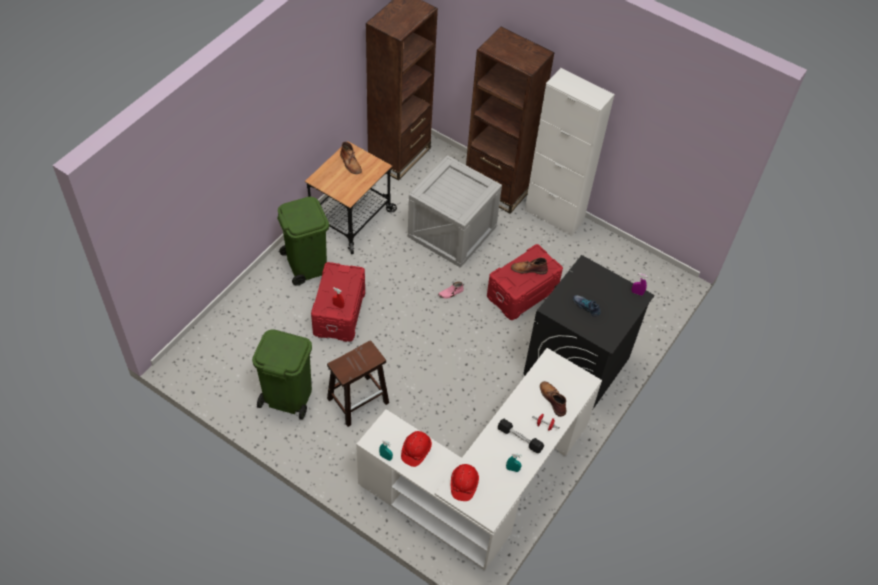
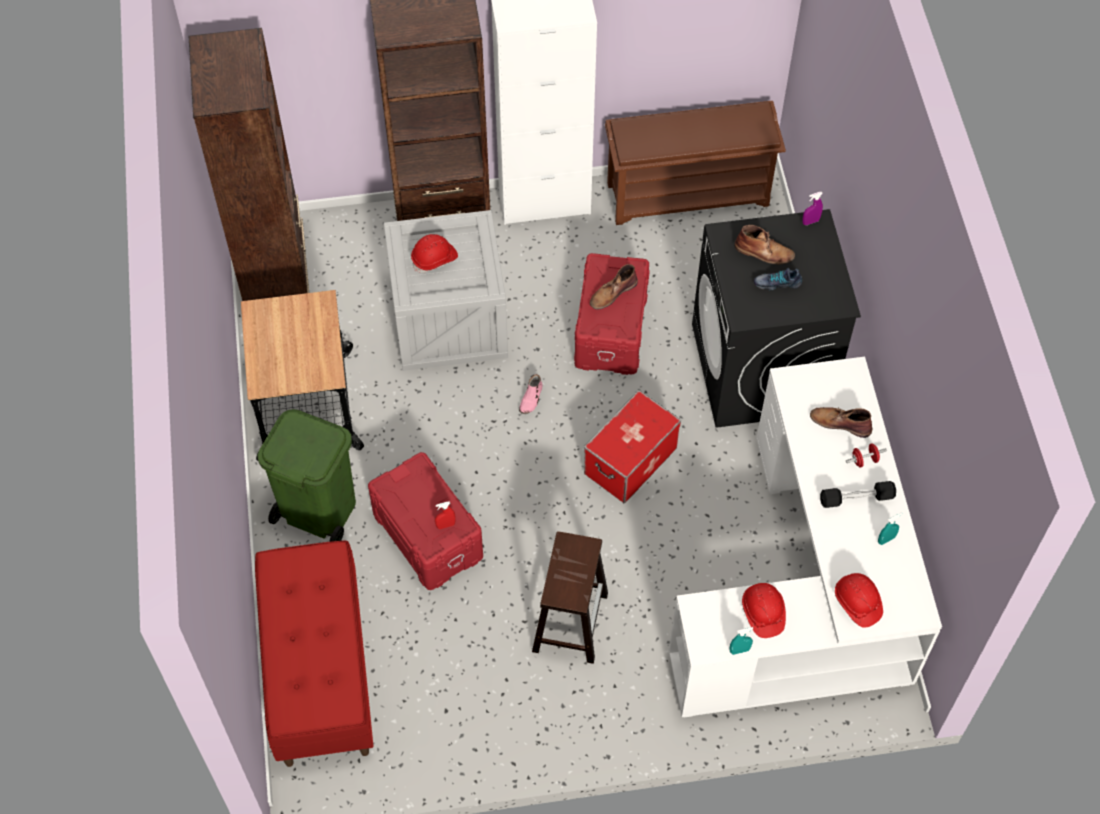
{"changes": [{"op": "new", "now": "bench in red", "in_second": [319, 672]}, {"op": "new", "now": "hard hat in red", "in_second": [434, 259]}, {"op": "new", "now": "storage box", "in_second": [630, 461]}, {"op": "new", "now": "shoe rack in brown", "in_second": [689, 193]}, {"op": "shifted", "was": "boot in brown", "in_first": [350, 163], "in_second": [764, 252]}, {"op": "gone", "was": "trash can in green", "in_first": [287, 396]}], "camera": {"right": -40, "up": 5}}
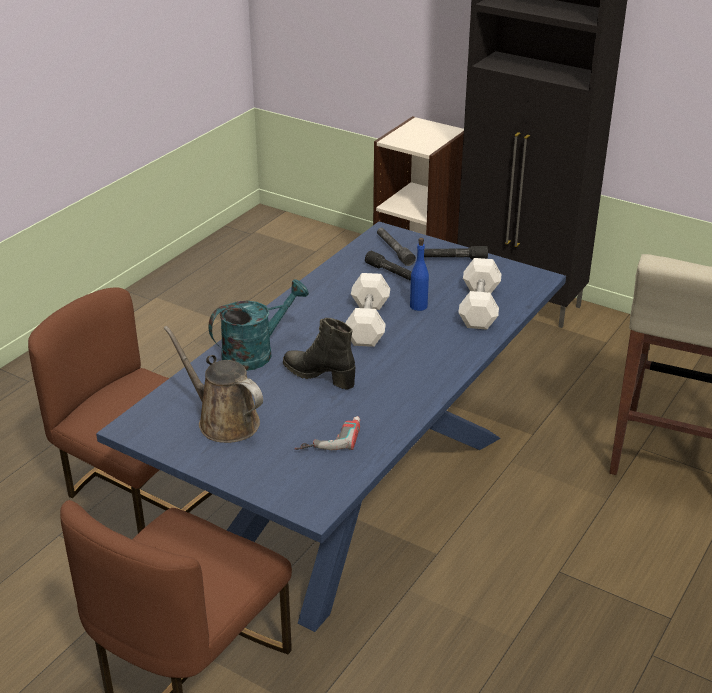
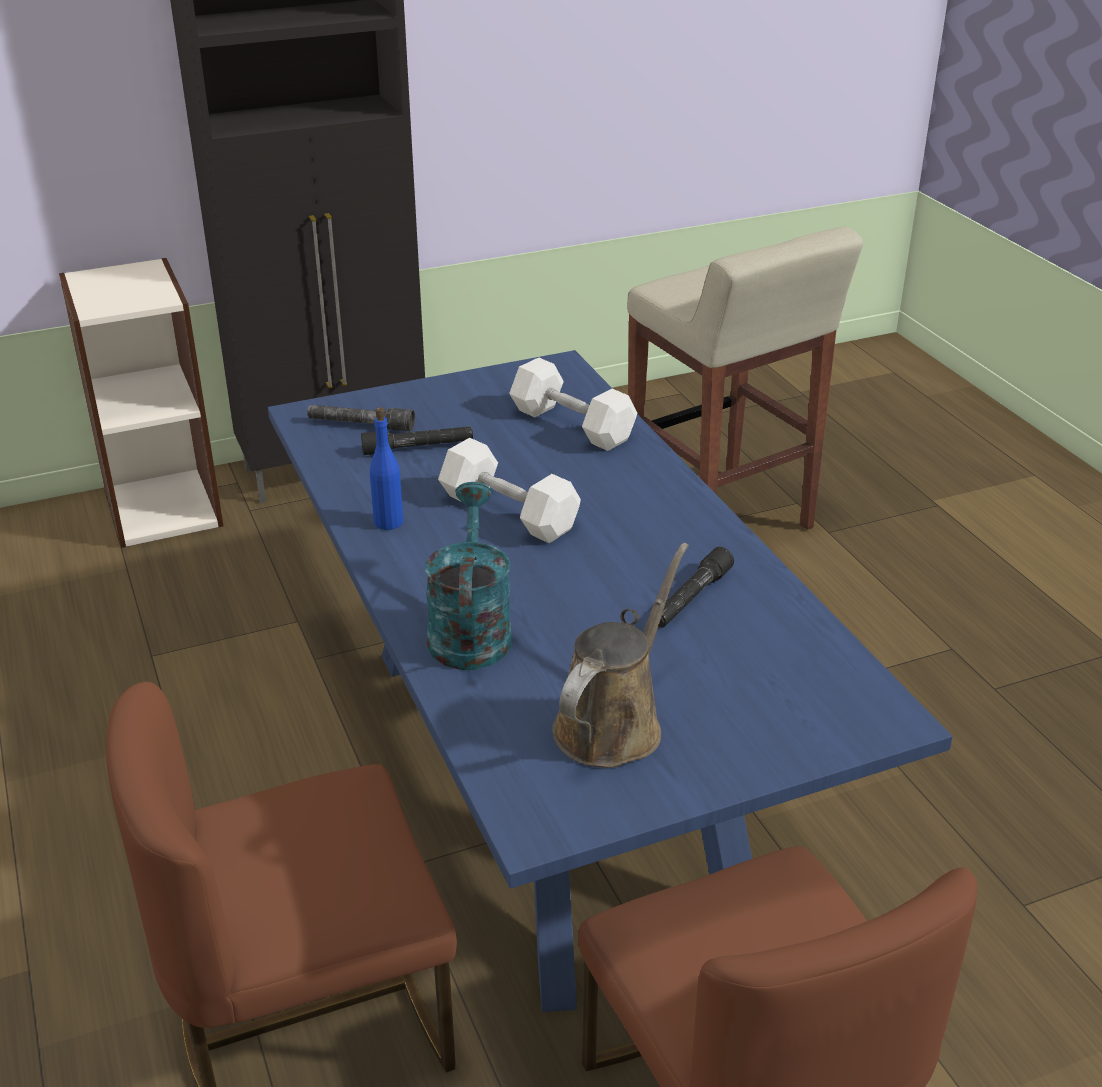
{"changes": [{"op": "shifted", "was": "bottle in blue", "in_first": [418, 306], "in_second": [388, 522]}, {"op": "rotated", "was": "watering can in brown", "in_first": [224, 421], "in_second": [613, 723], "clockwise": 135}, {"op": "shifted", "was": "flashlight in black", "in_first": [453, 258], "in_second": [690, 599]}, {"op": "gone", "was": "boot in black", "in_first": [319, 375]}, {"op": "gone", "was": "power drill", "in_first": [329, 437]}], "camera": {"right": -55, "up": 0}}
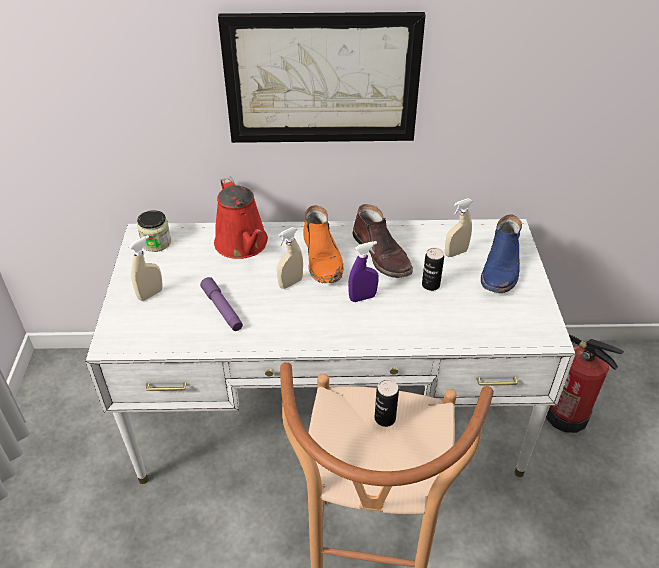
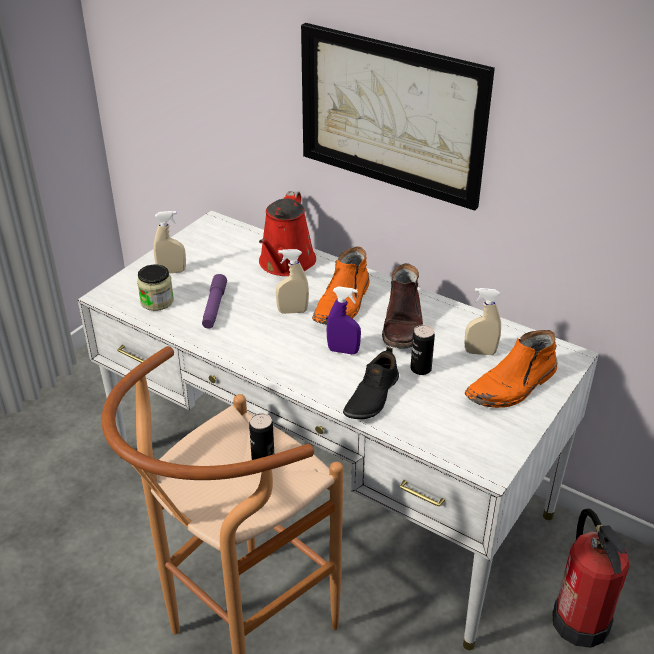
{"changes": [{"op": "shifted", "was": "jar", "in_first": [156, 243], "in_second": [157, 301]}, {"op": "new", "now": "shoe in black", "in_second": [371, 396]}, {"op": "repainted", "was": "boot in blue", "now": "boot in orange", "in_first": [501, 269], "in_second": [512, 386]}], "camera": {"right": 35, "up": -5}}
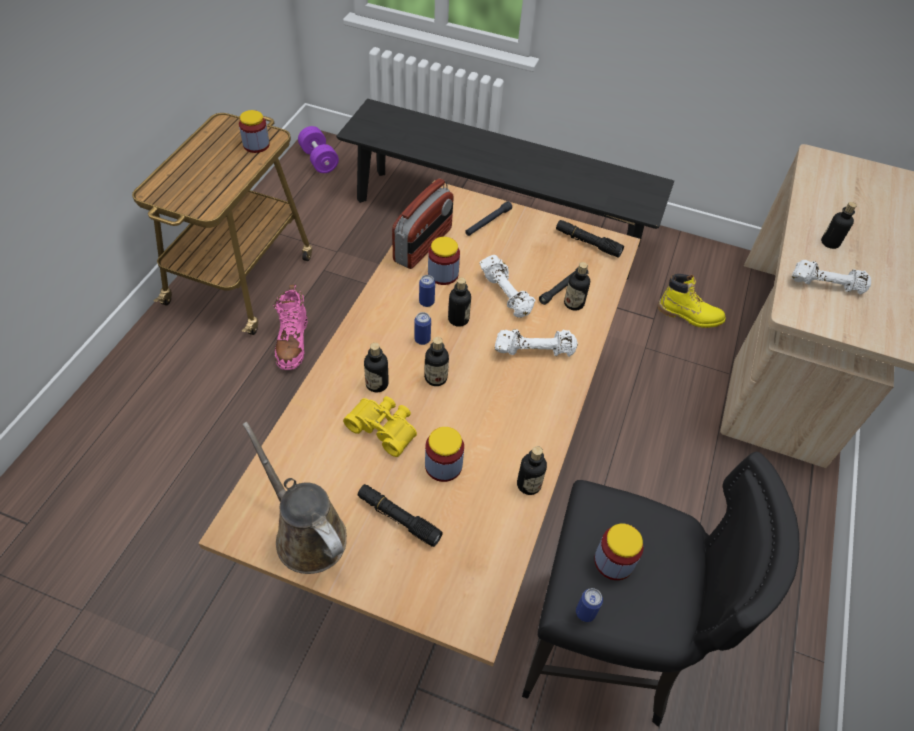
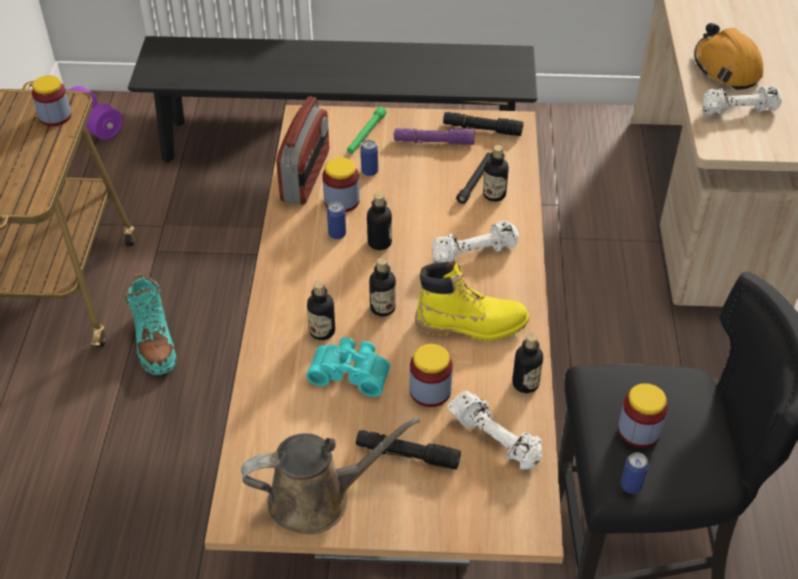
{"changes": [{"op": "repainted", "was": "boot in pink", "now": "boot in turquoise", "in_first": [292, 342], "in_second": [154, 343]}, {"op": "rotated", "was": "watering can in brown", "in_first": [306, 534], "in_second": [317, 498], "clockwise": 135}, {"op": "repainted", "was": "binoculars in yellow", "now": "binoculars in turquoise", "in_first": [384, 428], "in_second": [351, 372]}, {"op": "repainted", "was": "flashlight in black", "now": "flashlight in green", "in_first": [488, 222], "in_second": [366, 135]}, {"op": "shifted", "was": "can", "in_first": [422, 339], "in_second": [369, 171]}, {"op": "new", "now": "flashlight in purple", "in_second": [433, 142]}, {"op": "shifted", "was": "boot in yellow", "in_first": [689, 315], "in_second": [471, 324]}, {"op": "shifted", "was": "dumbbell in white", "in_first": [506, 294], "in_second": [495, 439]}, {"op": "swapped", "was": "bottle", "now": "hard hat in orange", "in_first": [830, 243], "in_second": [726, 67]}], "camera": {"right": -15, "up": -5}}
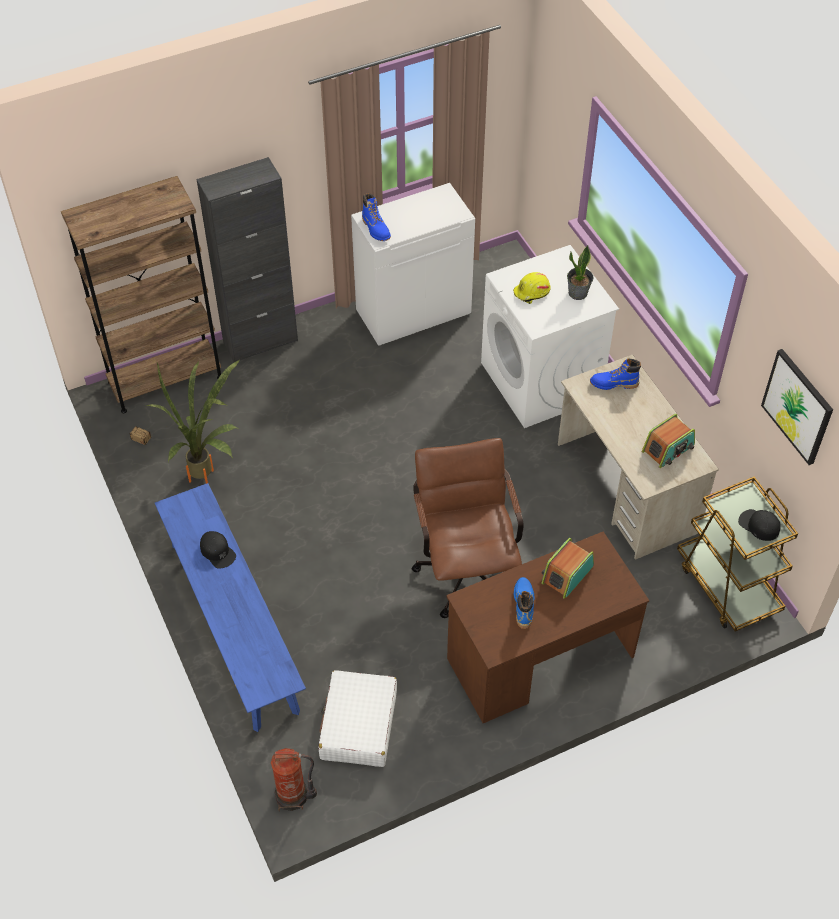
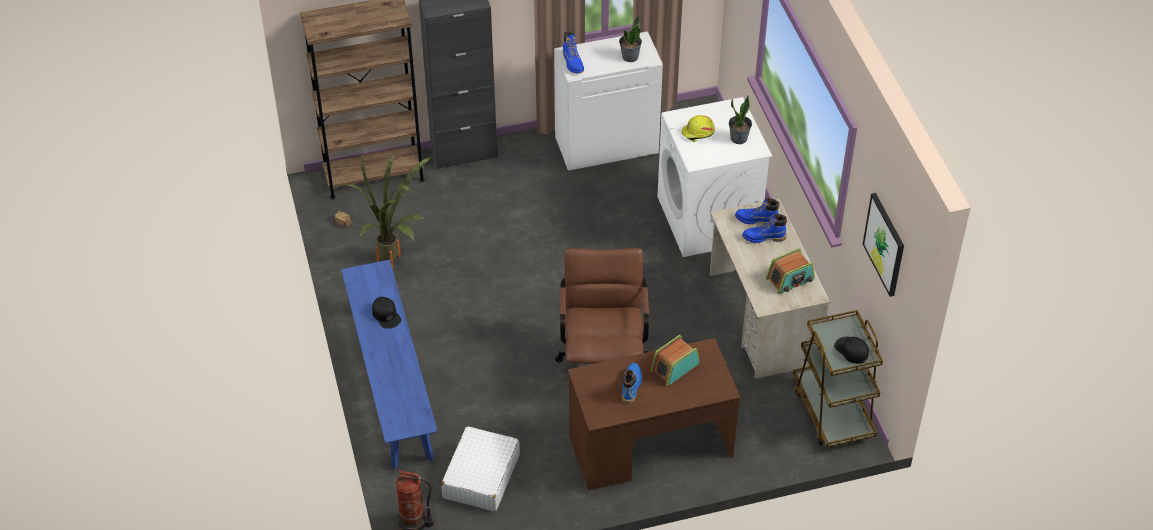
{"changes": [{"op": "new", "now": "potted plant", "in_second": [629, 57]}, {"op": "new", "now": "boot in blue", "in_second": [764, 237]}], "camera": {"right": 10, "up": -5}}
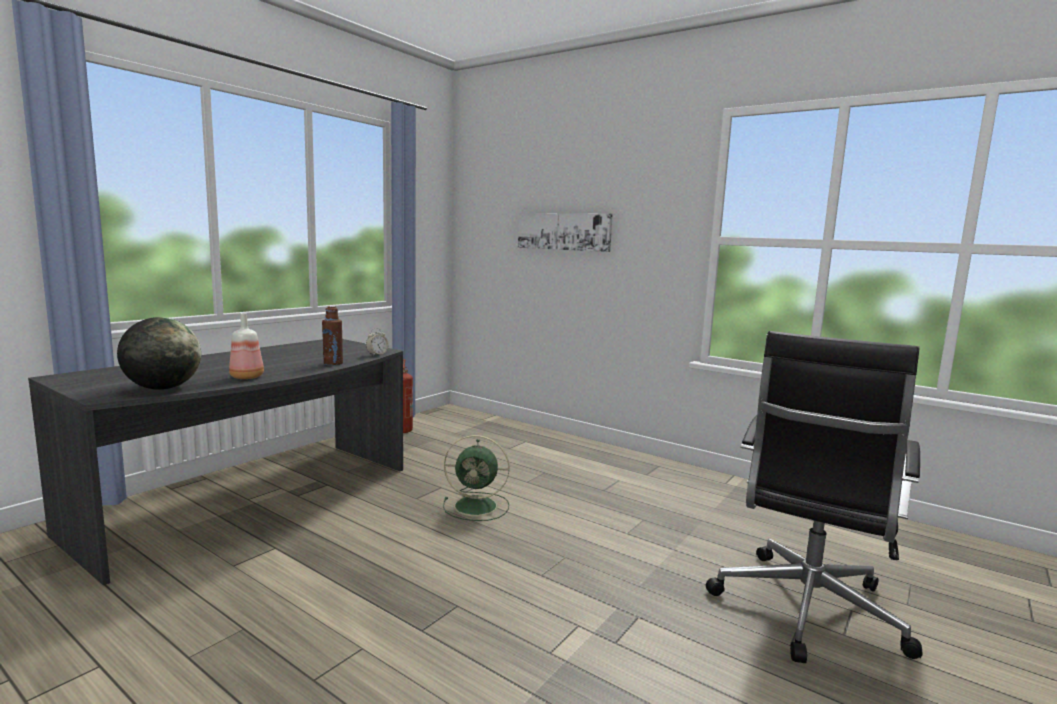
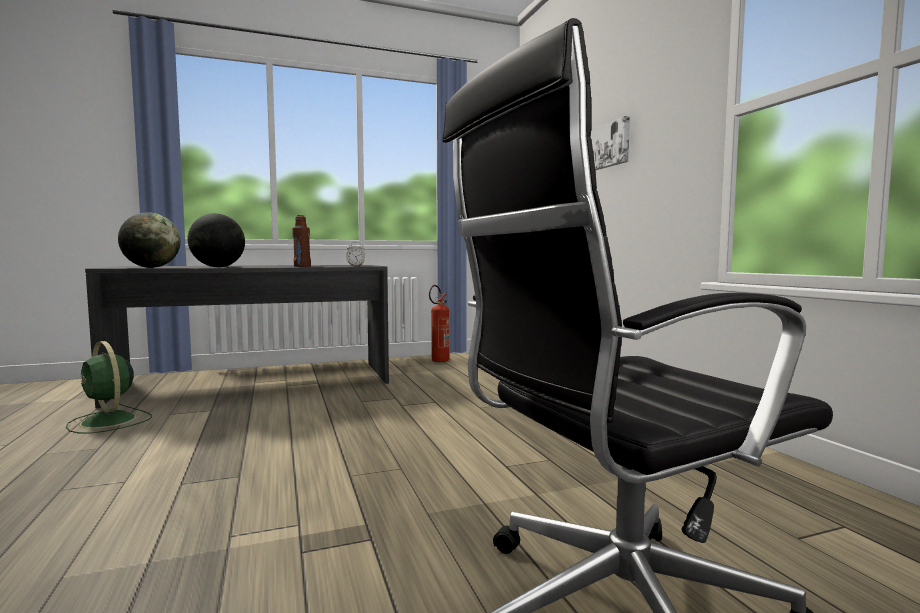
{"changes": [{"op": "shifted", "was": "fan in green", "in_first": [477, 506], "in_second": [109, 421]}, {"op": "swapped", "was": "bottle", "now": "globe", "in_first": [248, 377], "in_second": [218, 267]}], "camera": {"right": 35, "up": -5}}
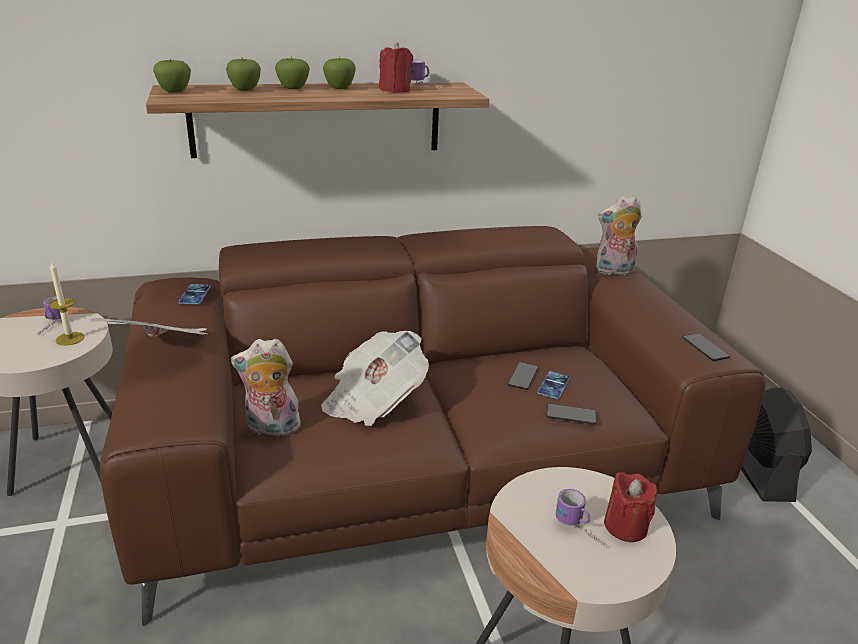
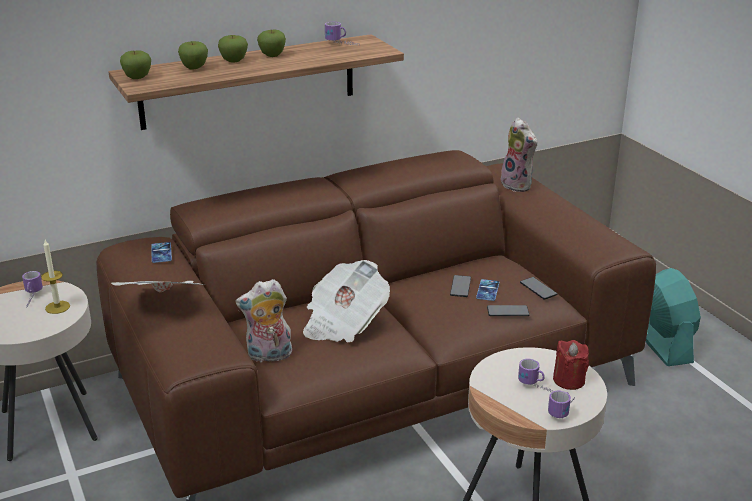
{"changes": [{"op": "rotated", "was": "plush toy", "in_first": [613, 271], "in_second": [518, 185], "clockwise": -105}, {"op": "shifted", "was": "phone", "in_first": [705, 348], "in_second": [538, 289]}, {"op": "new", "now": "mug", "in_second": [564, 411]}, {"op": "repainted", "was": "fan in black", "now": "fan in turquoise", "in_first": [758, 470], "in_second": [661, 343]}, {"op": "gone", "was": "candle in red", "in_first": [395, 90]}], "camera": {"right": -10, "up": 0}}
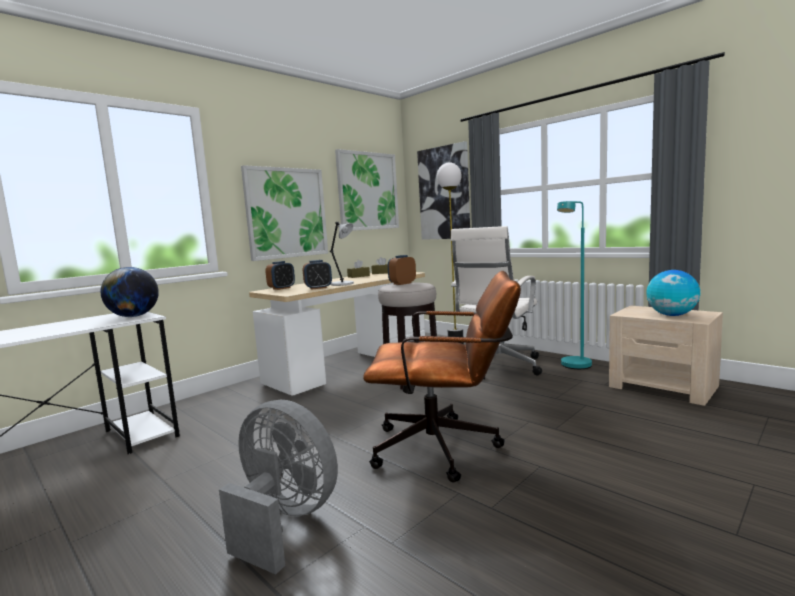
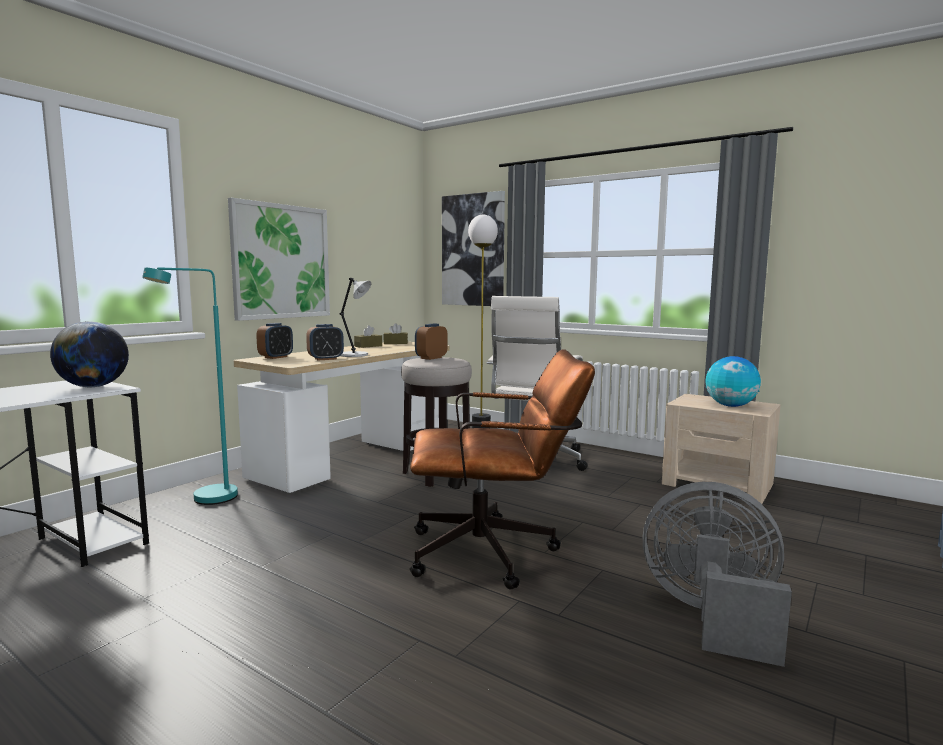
{"changes": [{"op": "shifted", "was": "floor lamp in turquoise", "in_first": [574, 367], "in_second": [206, 501]}, {"op": "shifted", "was": "fan in grey", "in_first": [284, 521], "in_second": [712, 616]}, {"op": "gone", "was": "picture", "in_first": [367, 191]}], "camera": {"right": -10, "up": 0}}
